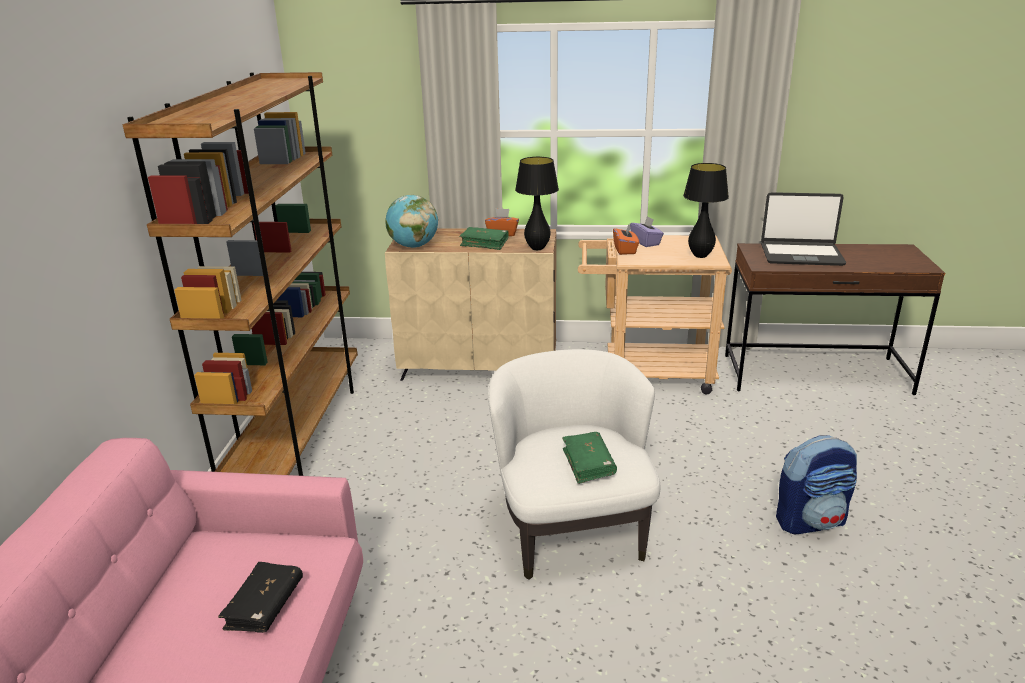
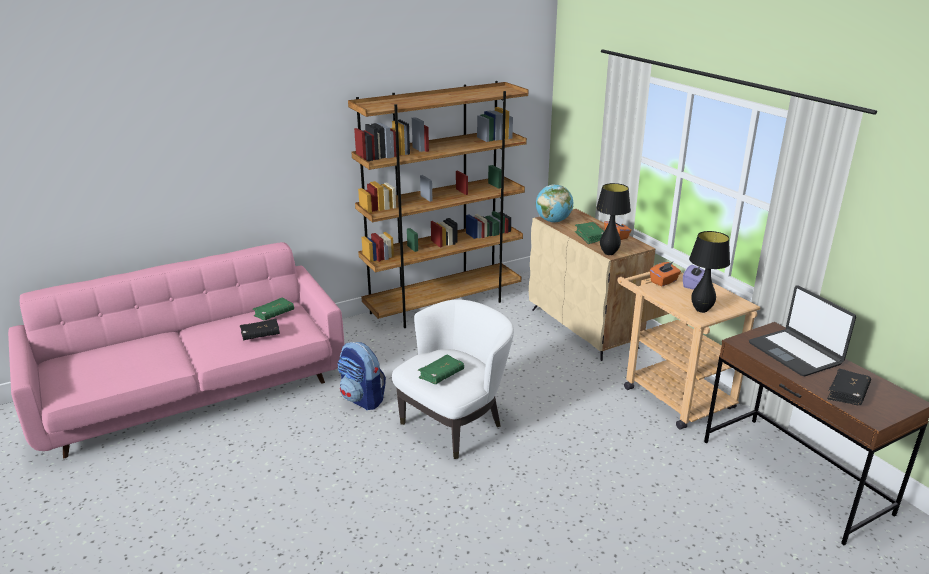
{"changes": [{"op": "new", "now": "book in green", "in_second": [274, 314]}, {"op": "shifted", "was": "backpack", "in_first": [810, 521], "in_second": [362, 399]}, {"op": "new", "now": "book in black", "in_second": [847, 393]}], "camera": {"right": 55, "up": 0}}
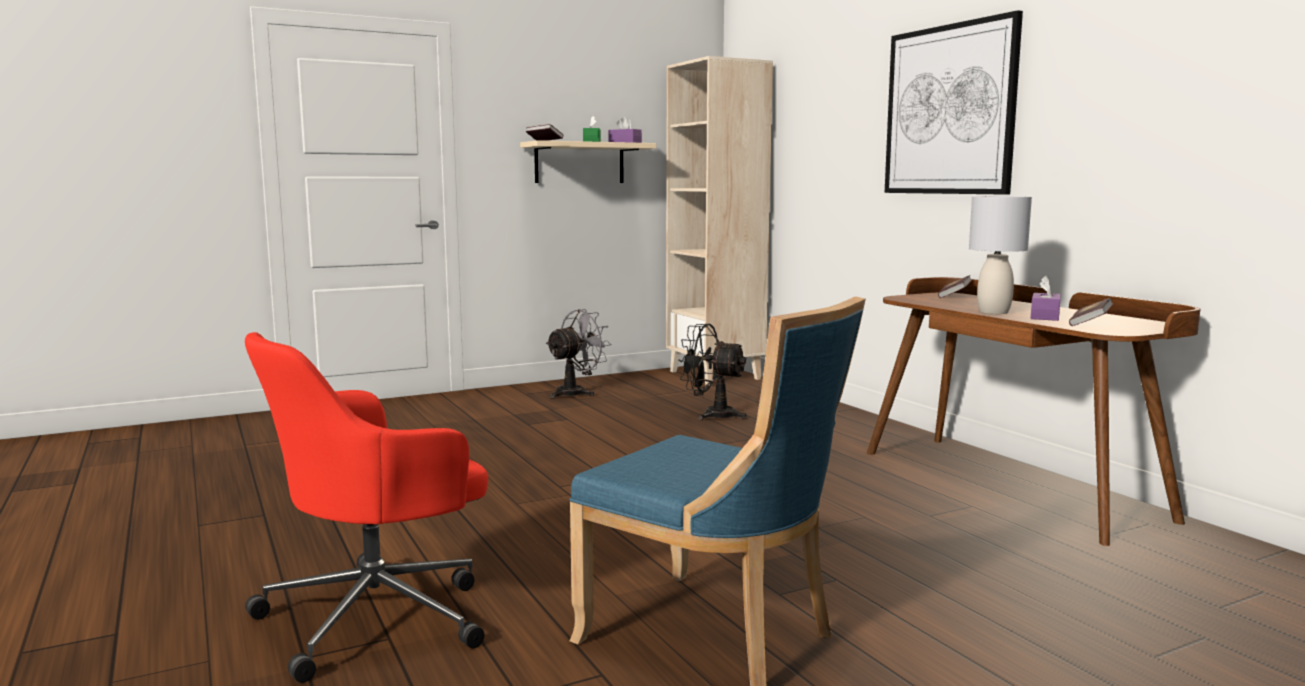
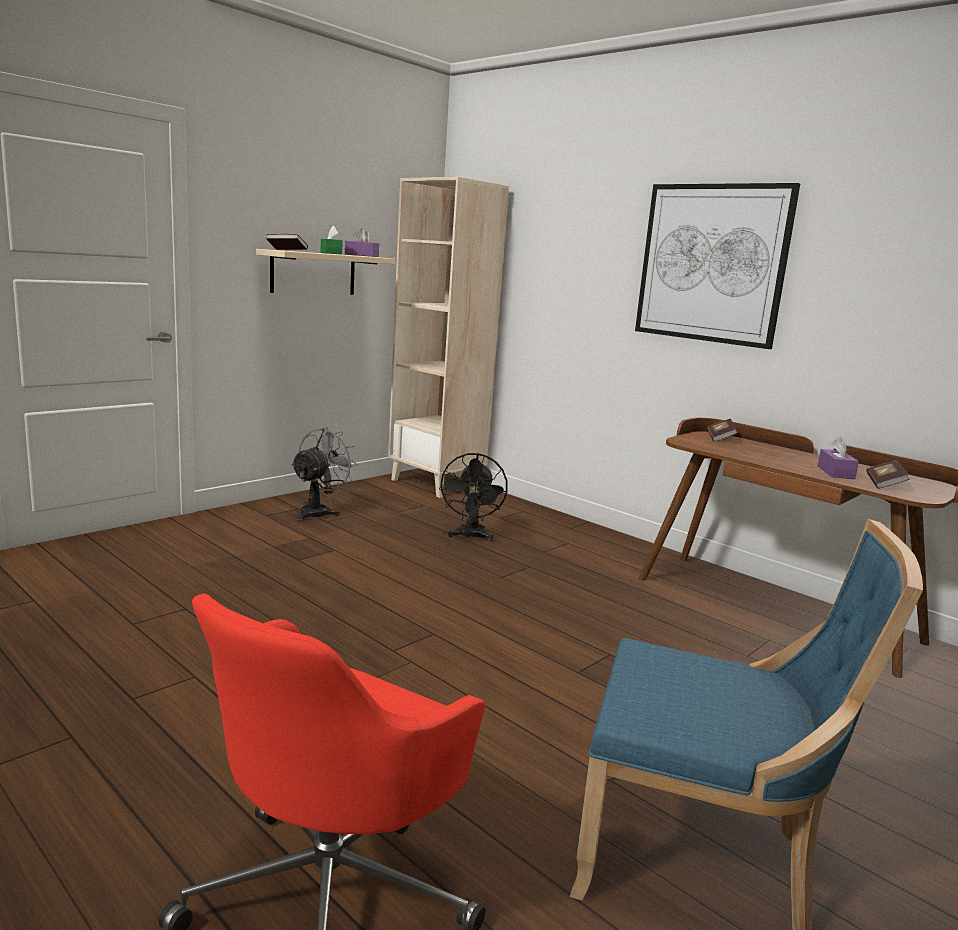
{"changes": [{"op": "rotated", "was": "fan in black", "in_first": [711, 415], "in_second": [470, 537], "clockwise": -90}, {"op": "gone", "was": "table lamp in grey", "in_first": [993, 312]}], "camera": {"right": -20, "up": 5}}
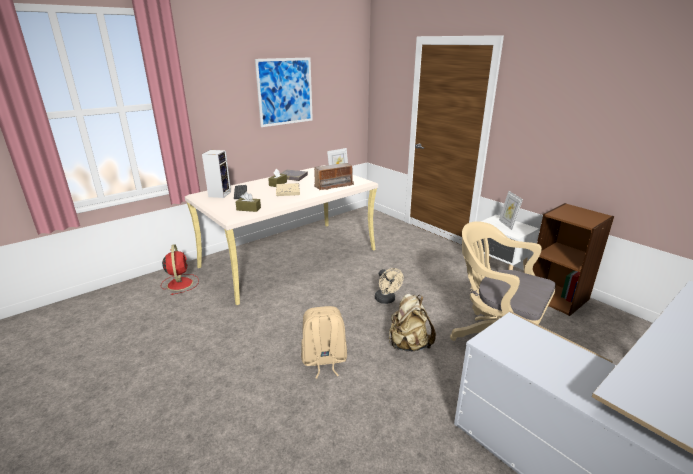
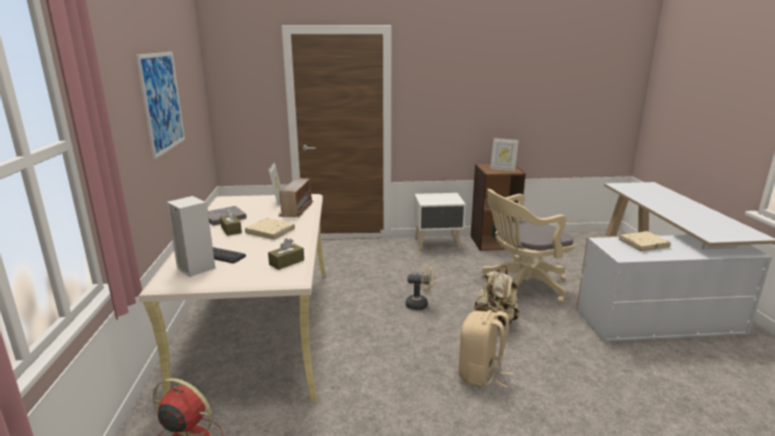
{"changes": [{"op": "shifted", "was": "picture frame", "in_first": [507, 224], "in_second": [503, 169]}, {"op": "new", "now": "book in beige", "in_second": [643, 244]}], "camera": {"right": -55, "up": -5}}
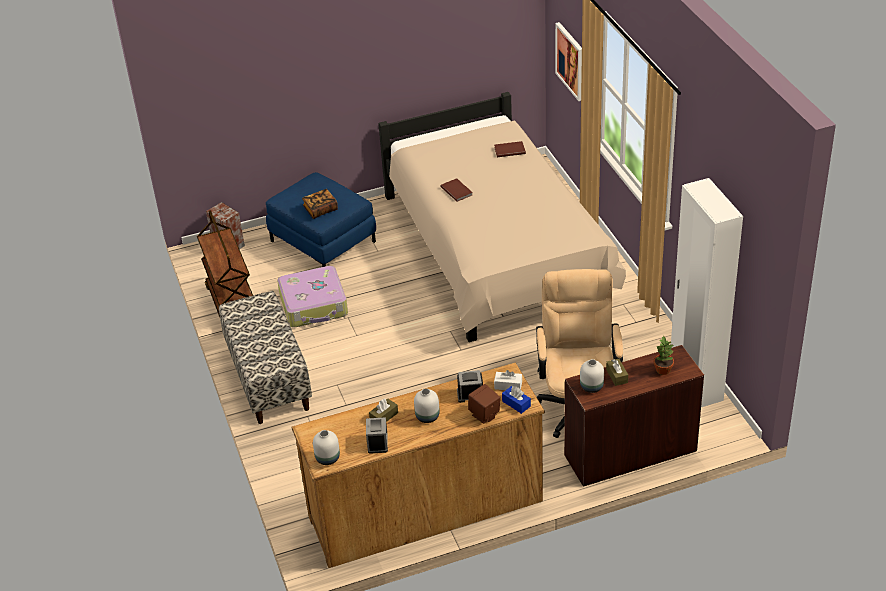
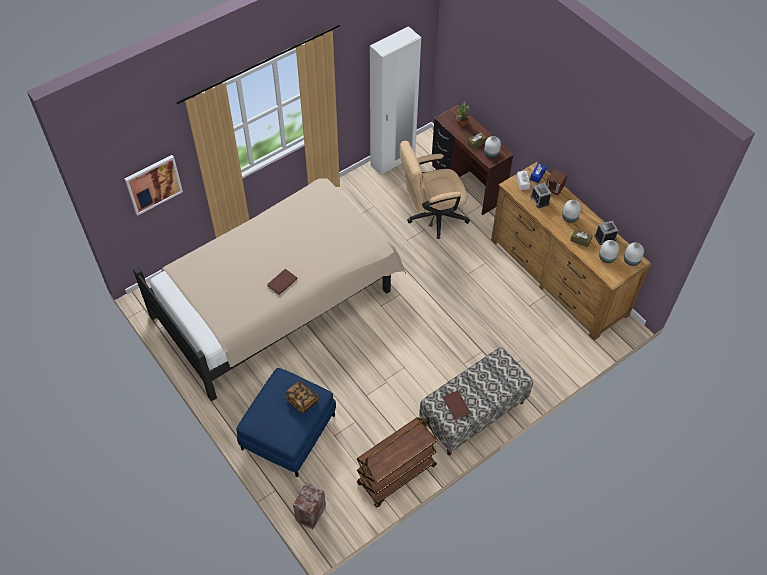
{"changes": [{"op": "shifted", "was": "book in brown", "in_first": [509, 150], "in_second": [456, 406]}, {"op": "new", "now": "vase in white", "in_second": [606, 258]}, {"op": "gone", "was": "suitcase", "in_first": [314, 305]}], "camera": {"right": -110, "up": 15}}
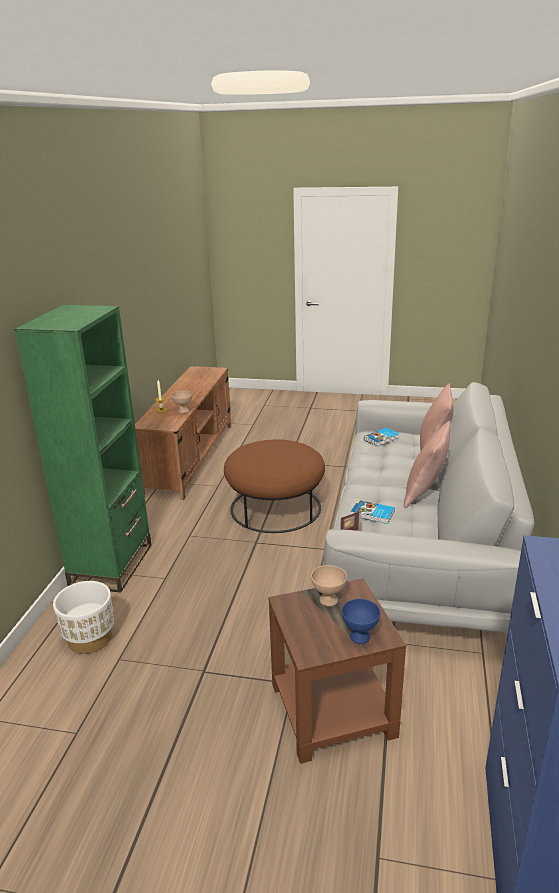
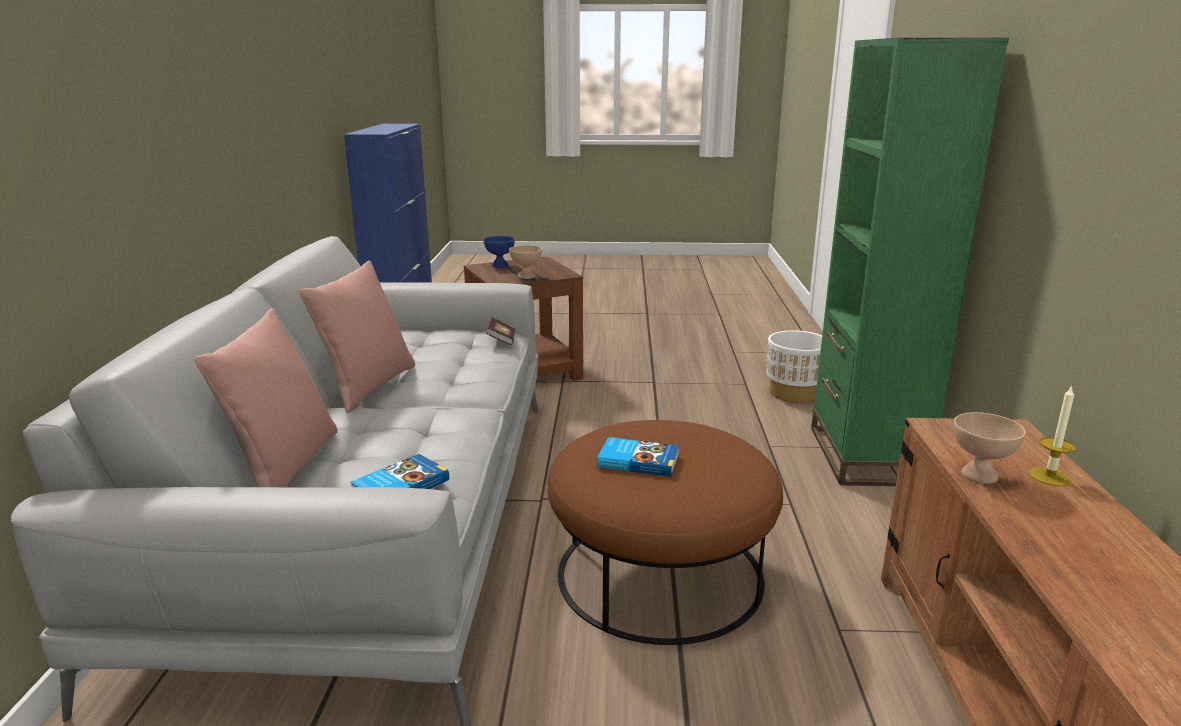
{"changes": [{"op": "shifted", "was": "book", "in_first": [372, 514], "in_second": [638, 460]}], "camera": {"right": 170, "up": -5}}
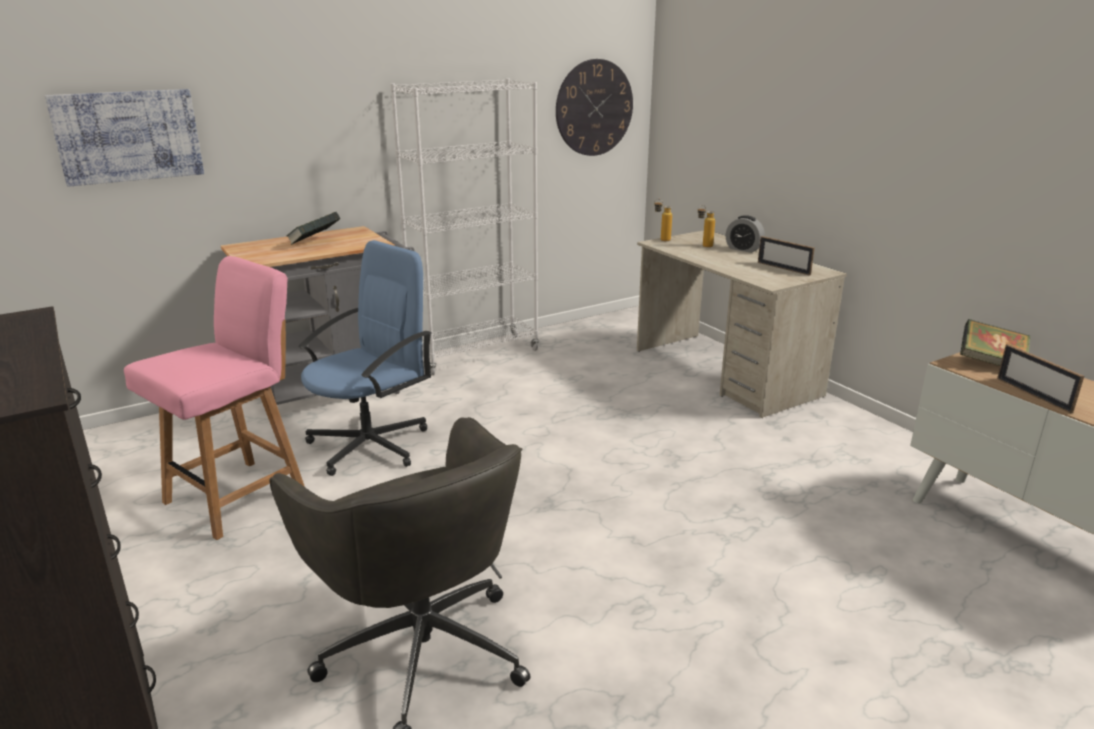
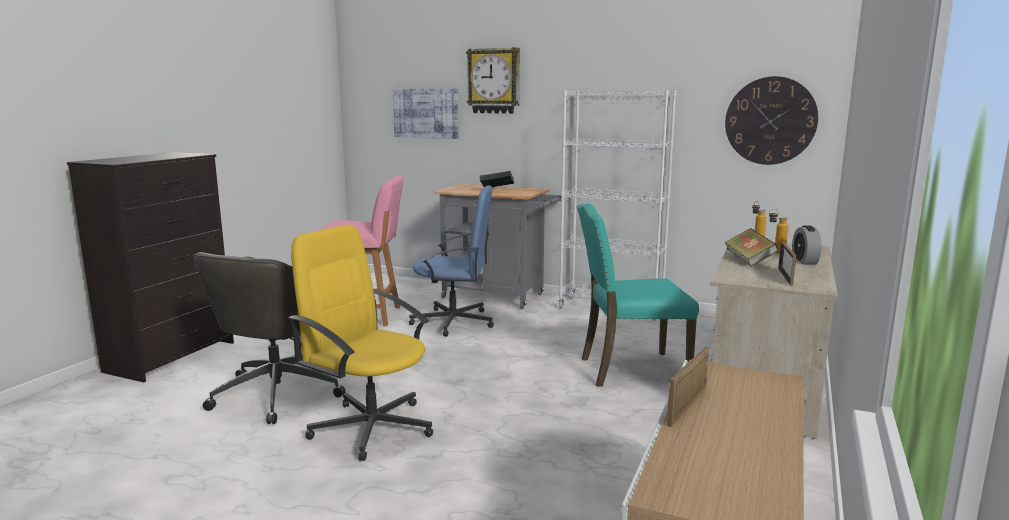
{"changes": [{"op": "new", "now": "office chair in yellow", "in_second": [371, 427]}, {"op": "new", "now": "wall clock", "in_second": [494, 81]}, {"op": "new", "now": "chair in turquoise", "in_second": [630, 370]}, {"op": "shifted", "was": "book", "in_first": [990, 363], "in_second": [749, 261]}], "camera": {"right": 55, "up": -10}}
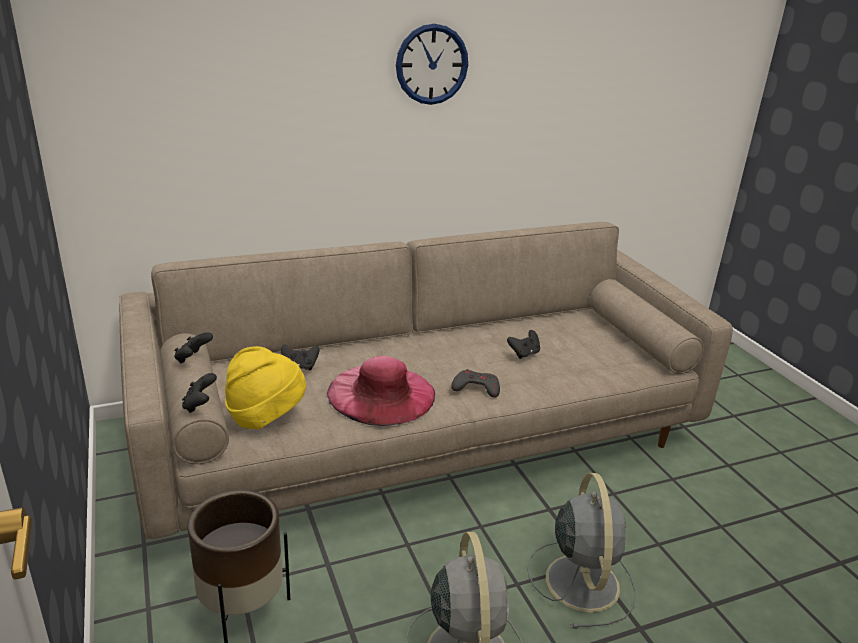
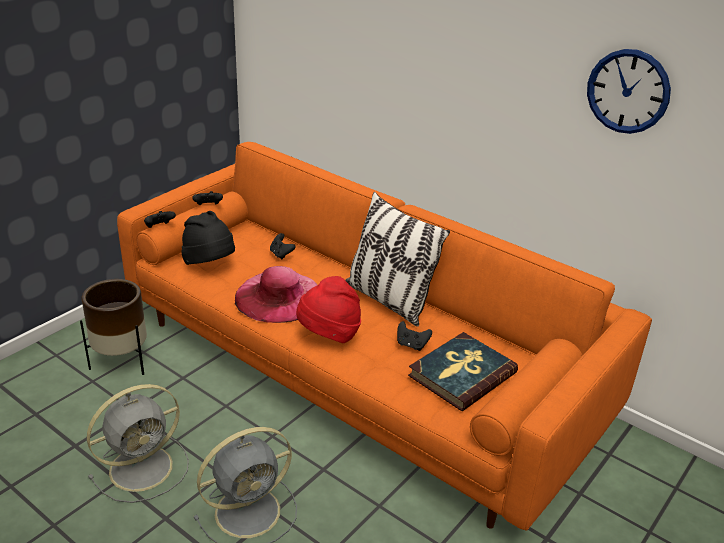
{"changes": [{"op": "repainted", "was": "sofa in beige", "now": "sofa in orange", "in_first": [422, 435], "in_second": [357, 369]}, {"op": "repainted", "was": "hat in yellow", "now": "hat in black", "in_first": [266, 417], "in_second": [210, 264]}, {"op": "swapped", "was": "game controller in grey", "now": "hat in red", "in_first": [476, 387], "in_second": [329, 335]}, {"op": "new", "now": "pillow", "in_second": [388, 300]}, {"op": "new", "now": "book", "in_second": [461, 374]}, {"op": "shifted", "was": "wall clock", "in_first": [432, 64], "in_second": [628, 91]}], "camera": {"right": 60, "up": 5}}
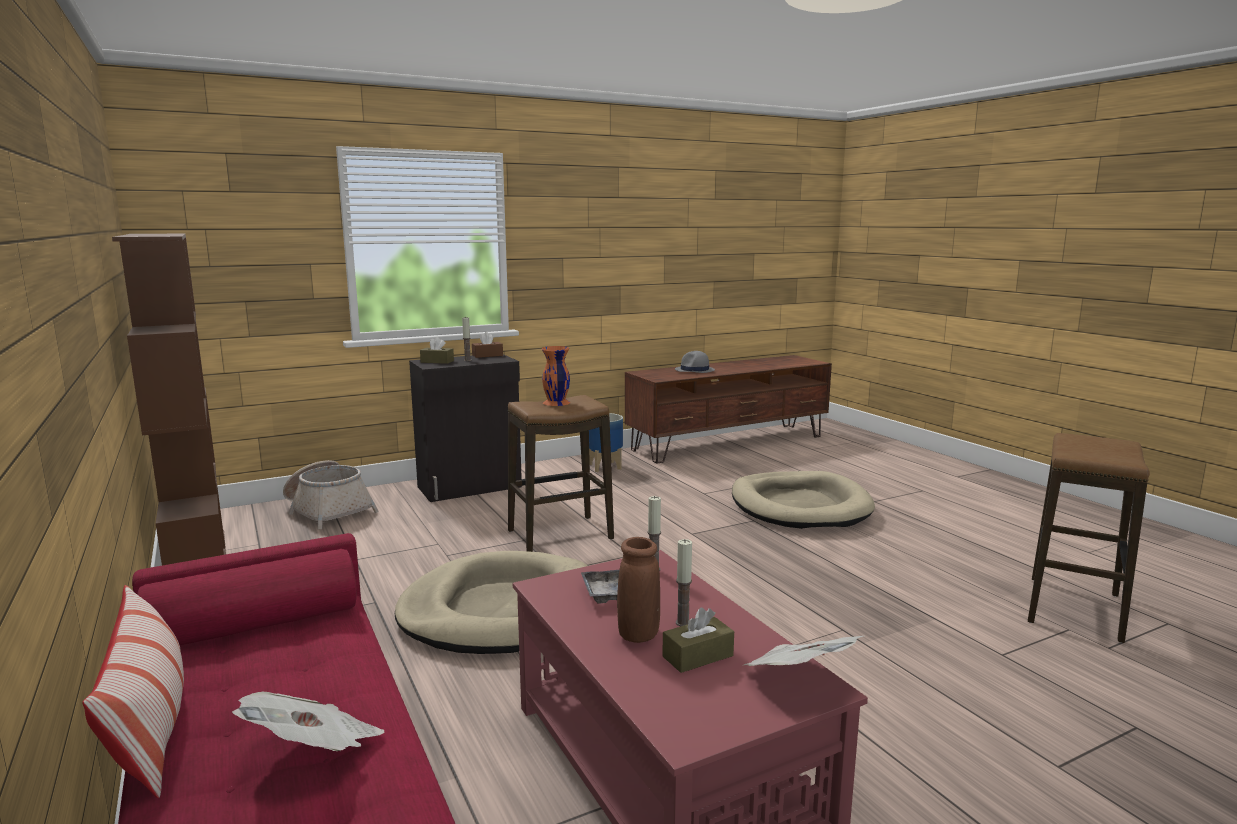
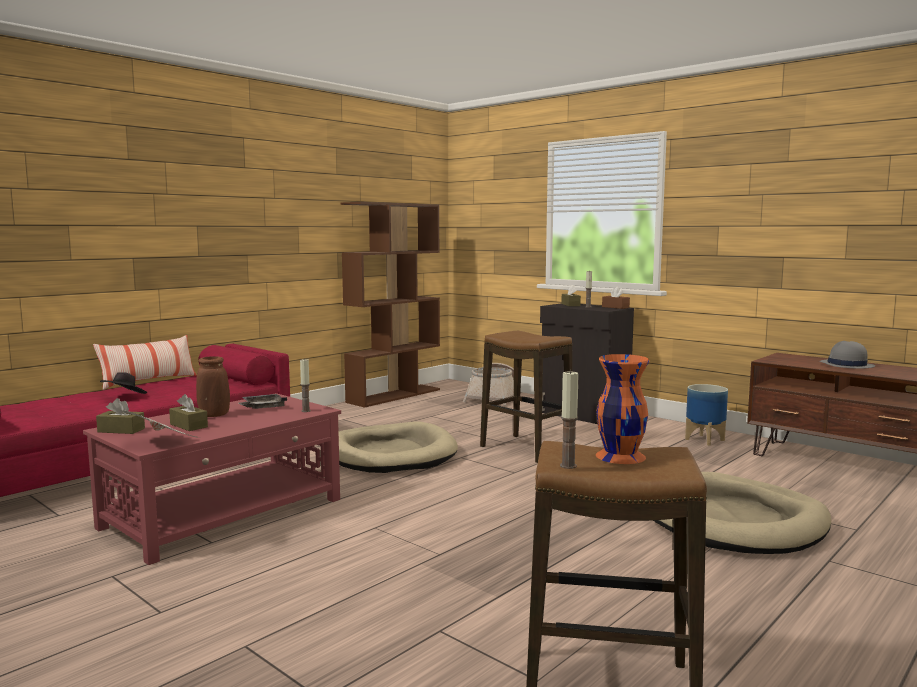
{"changes": [{"op": "new", "now": "tissue box in brown", "in_second": [121, 430]}, {"op": "swapped", "was": "newspaper", "now": "hat in black", "in_first": [315, 751], "in_second": [125, 396]}, {"op": "shifted", "was": "candle", "in_first": [683, 623], "in_second": [568, 466]}, {"op": "shifted", "was": "vase in orange", "in_first": [556, 402], "in_second": [619, 456]}], "camera": {"right": 70, "up": -5}}
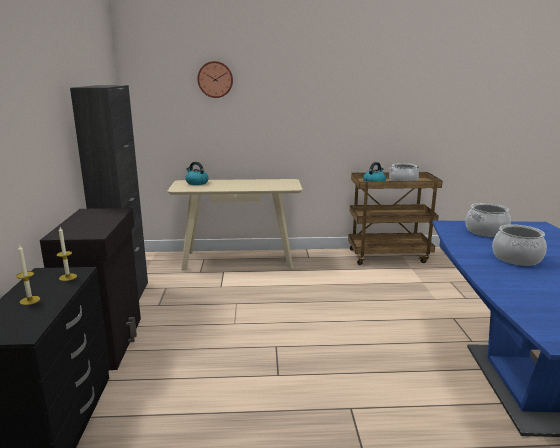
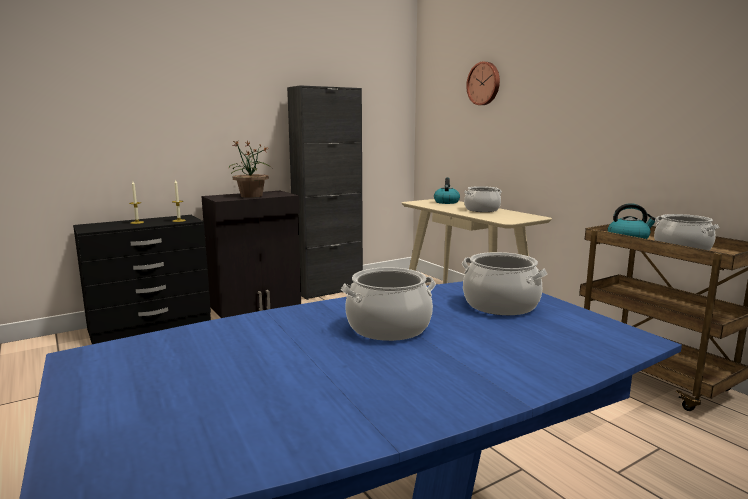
{"changes": [{"op": "new", "now": "potted plant", "in_second": [251, 196]}, {"op": "new", "now": "cooking pot", "in_second": [482, 210]}], "camera": {"right": 60, "up": -5}}
